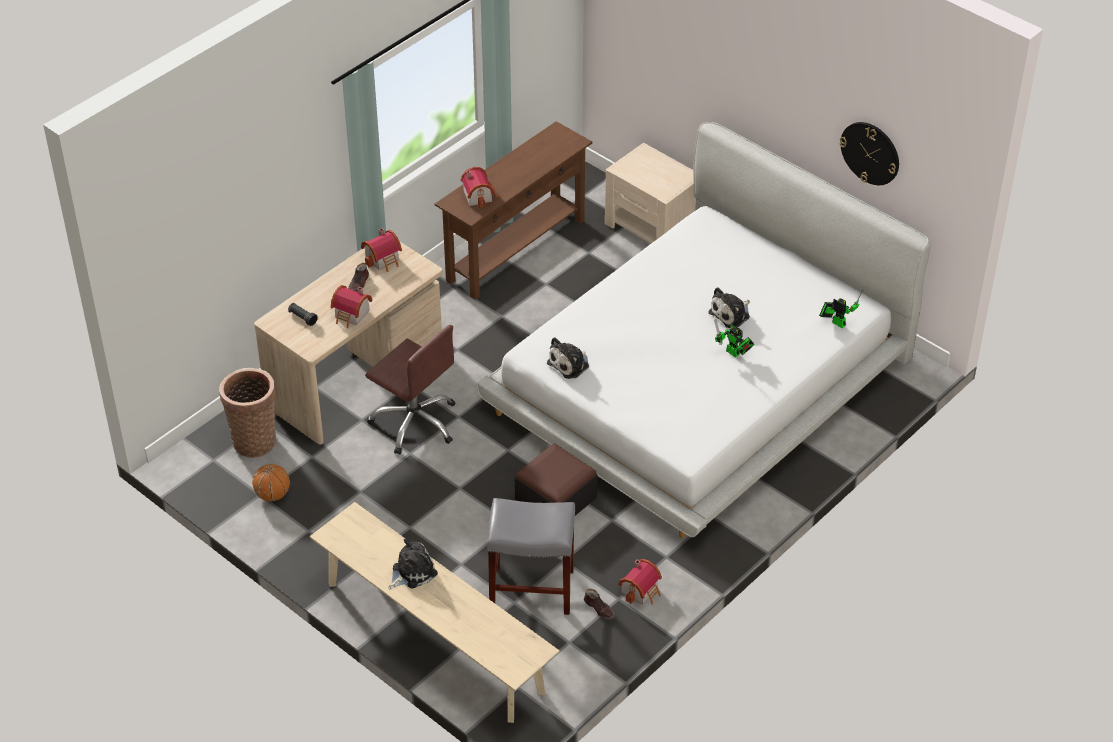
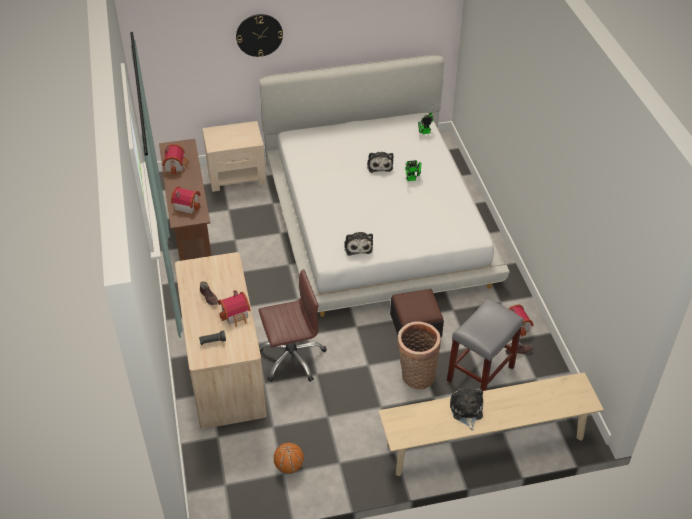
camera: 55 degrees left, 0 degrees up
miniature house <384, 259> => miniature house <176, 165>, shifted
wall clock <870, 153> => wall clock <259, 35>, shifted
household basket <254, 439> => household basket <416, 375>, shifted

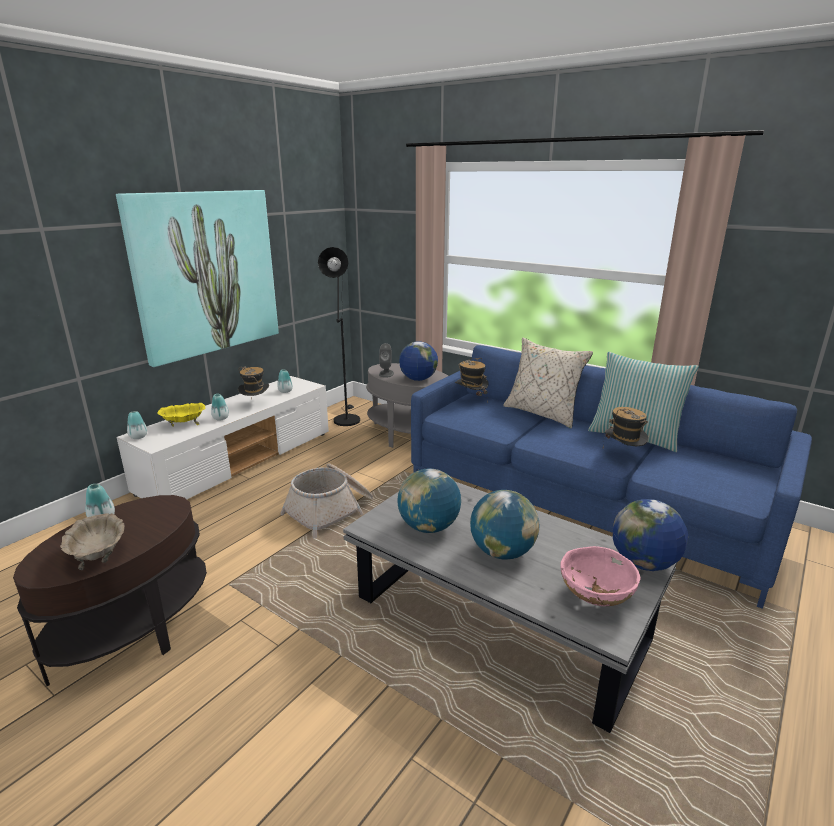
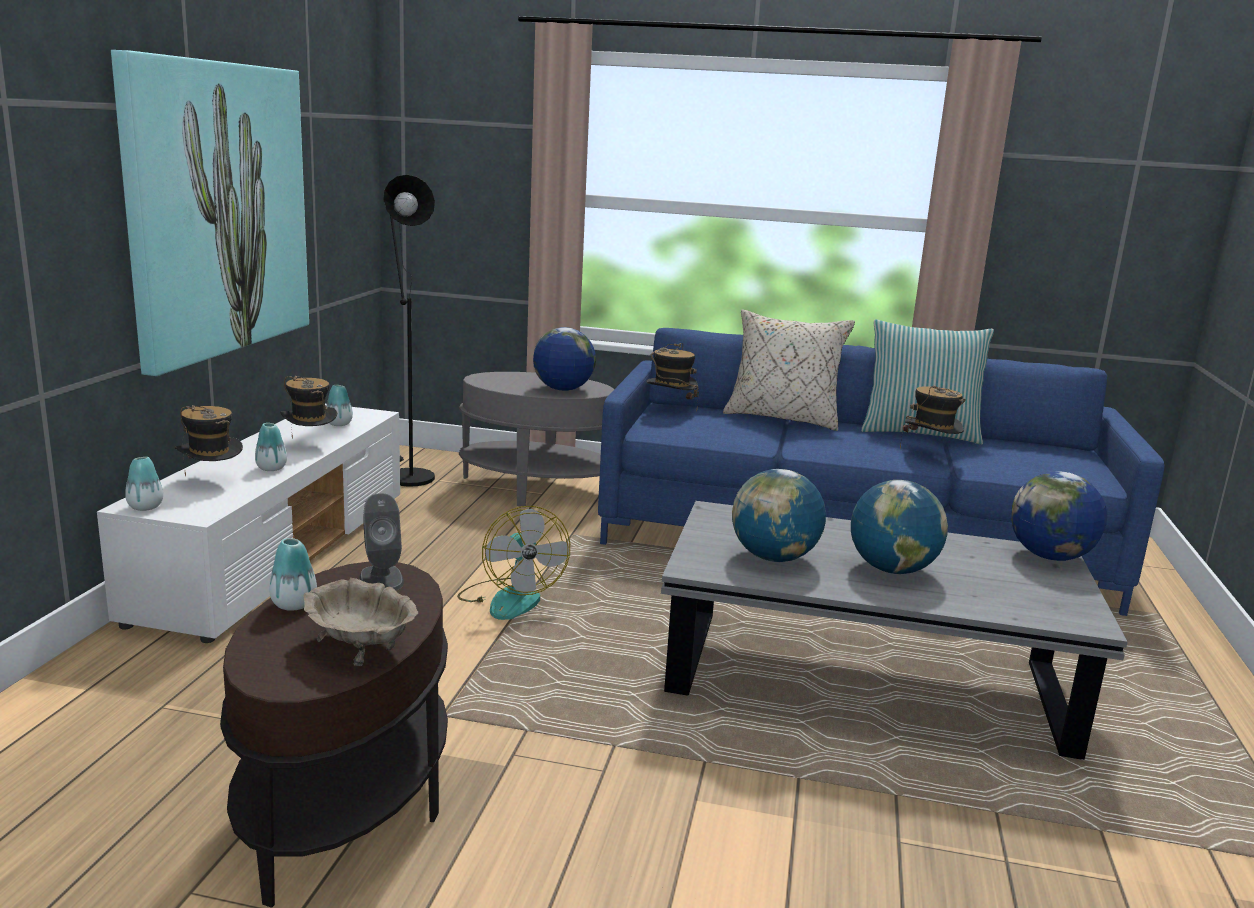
camera: 25 degrees left, 5 degrees down
bowl in yellowish <184, 424> => clothing hat <211, 482>
speaker in gray <386, 373> => speaker in gray <381, 579>, shifted
household basket <330, 510> => fan <510, 598>
bowl in pink <595, 597> => nothing

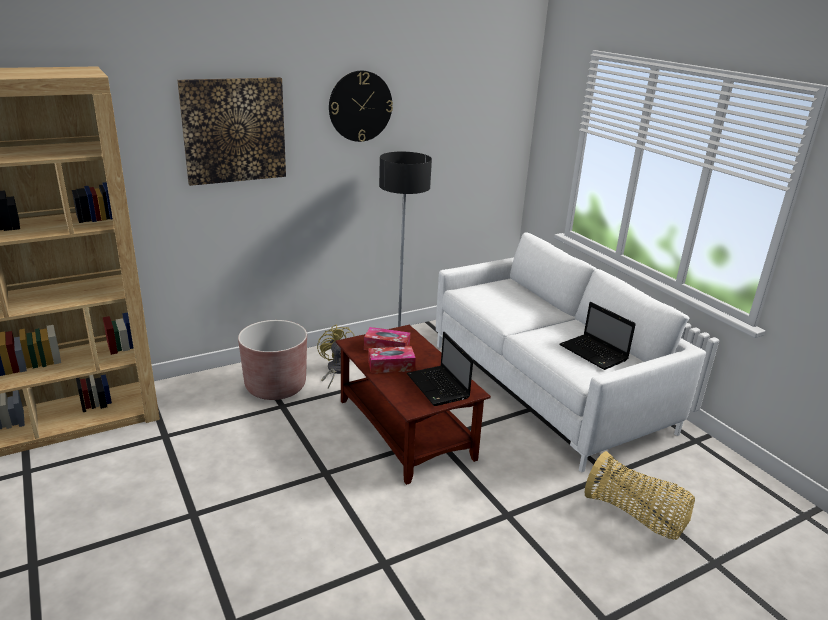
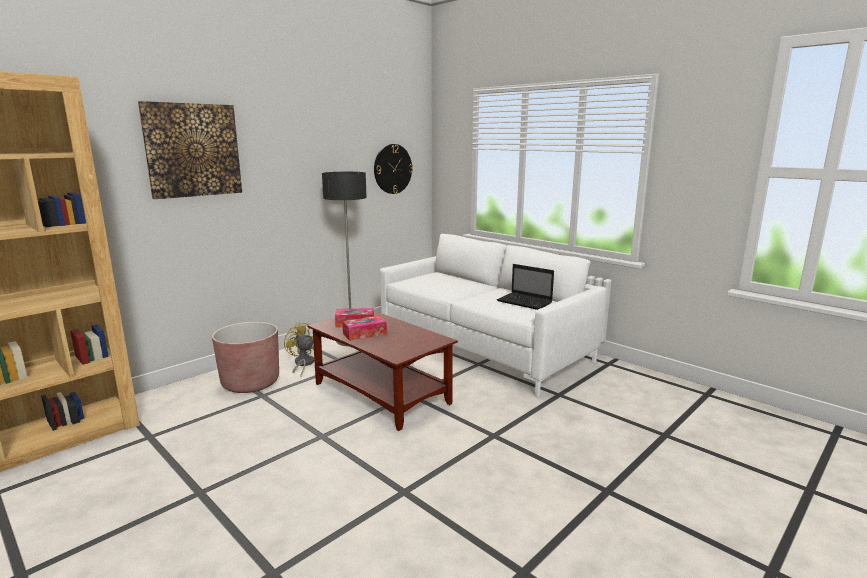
camera: 15 degrees left, 10 degrees down
wall clock <360, 106> => wall clock <392, 169>, shifted
portable computer <439, 387> => nothing
household basket <635, 516> => nothing

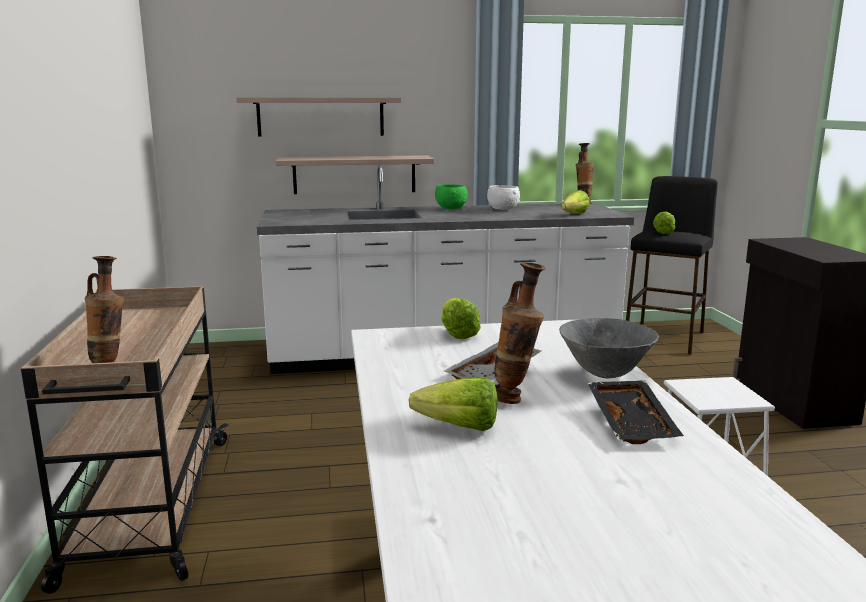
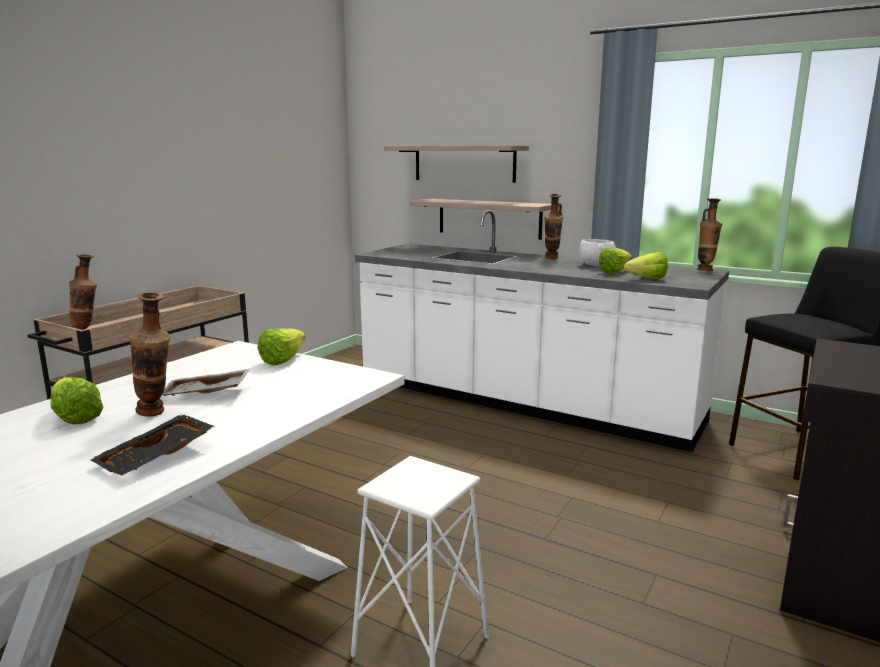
camera: 40 degrees right, 0 degrees up
bowl in green-coloured <451, 208> => flower vase <551, 258>
head of lettuce <662, 231> => head of lettuce <617, 272>, shifted
bowl in gray <605, 374> => nothing

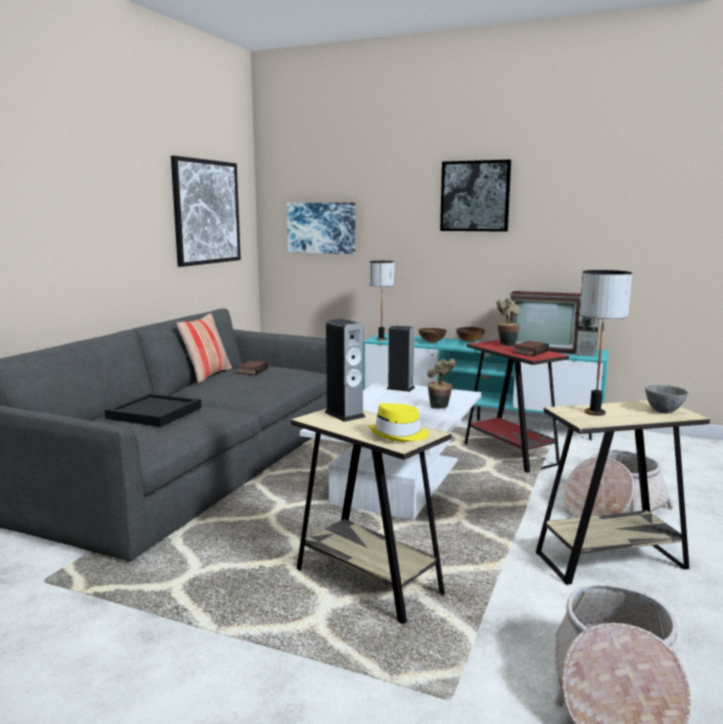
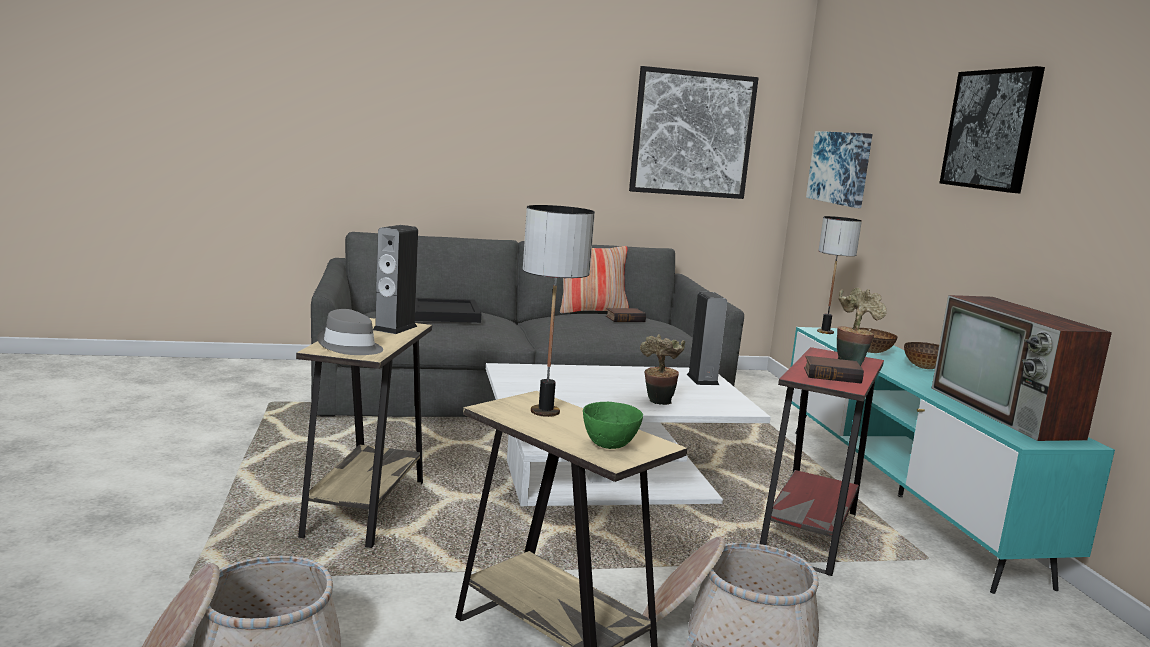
camera: 55 degrees right, 0 degrees up
clothing hat in yellowish <399, 435> => clothing hat in gray <350, 347>
bowl in gray <663, 411> => bowl in green-coloured <610, 446>

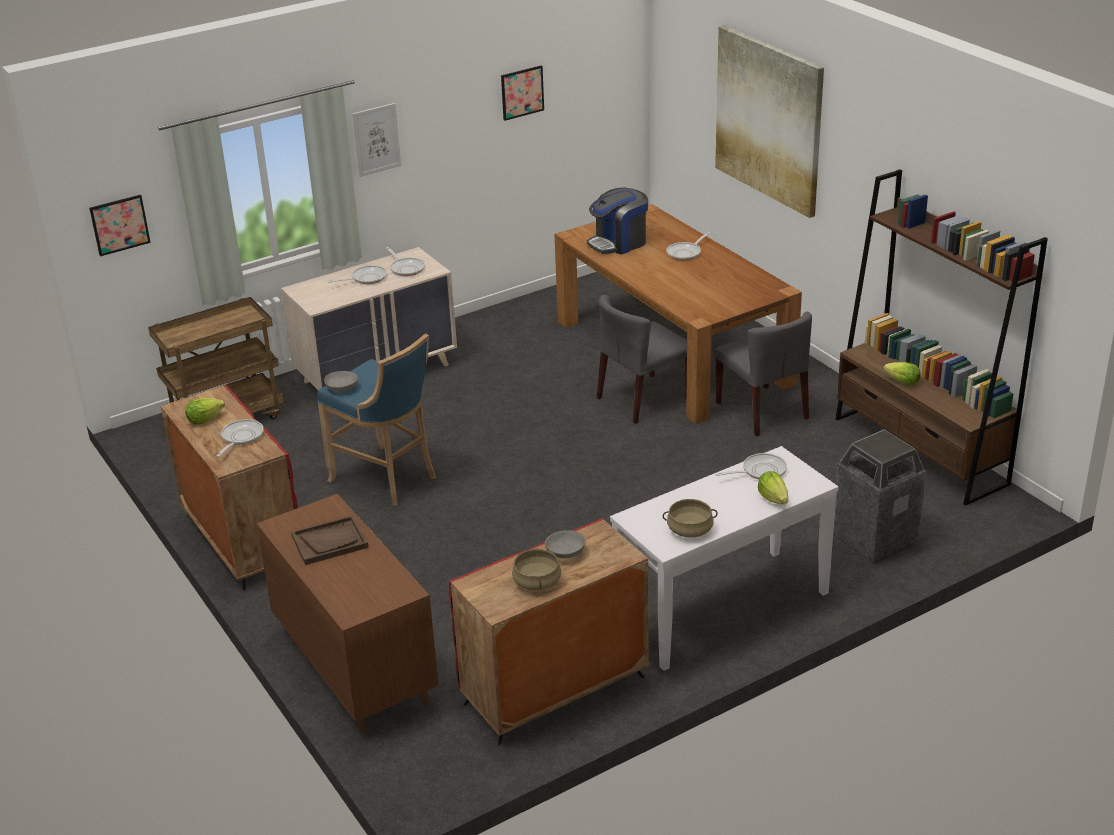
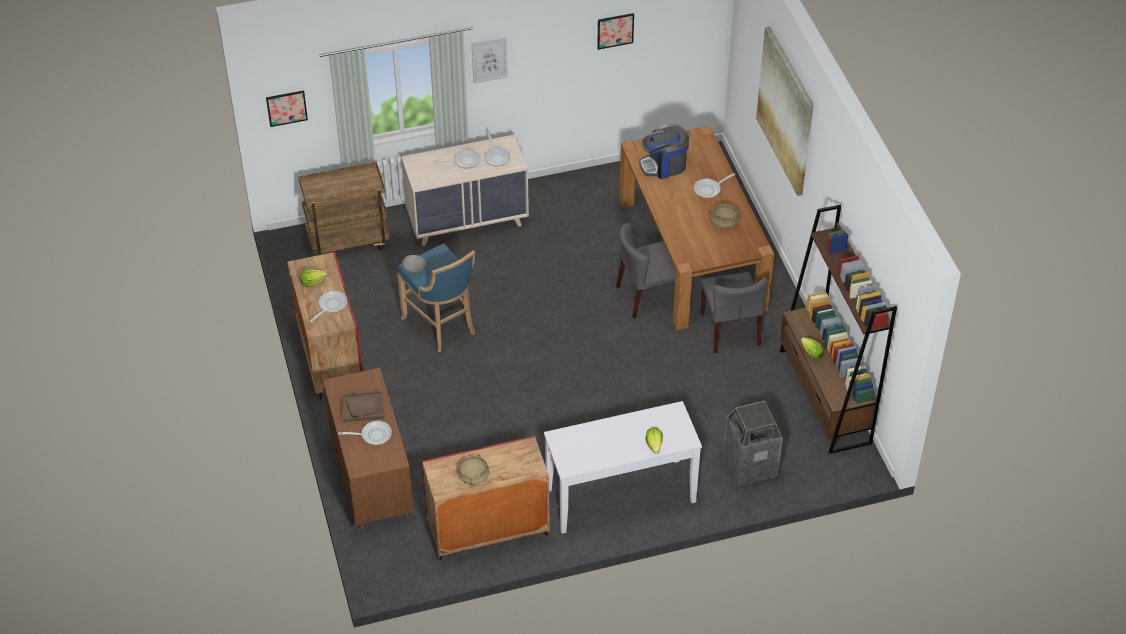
camera: 15 degrees right, 15 degrees up
skillet <760, 471> => skillet <373, 435>, shifted
stockpot in sand-coloured <690, 530> => stockpot in sand-coloured <724, 222>, shifted
bowl in gray <565, 553> => nothing

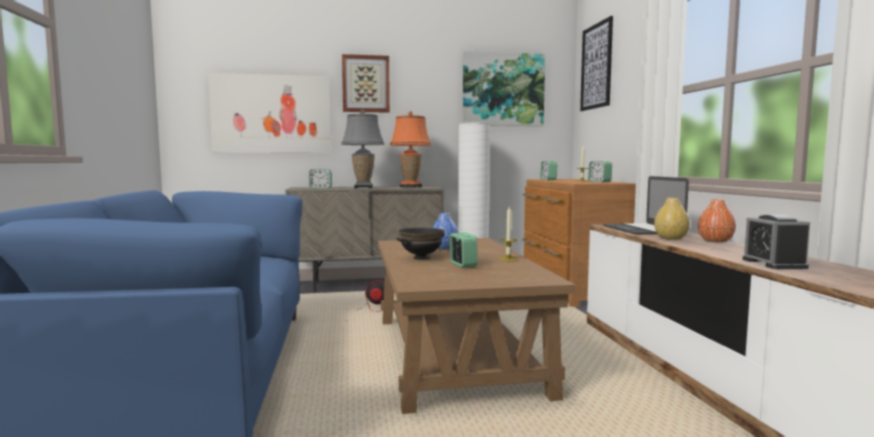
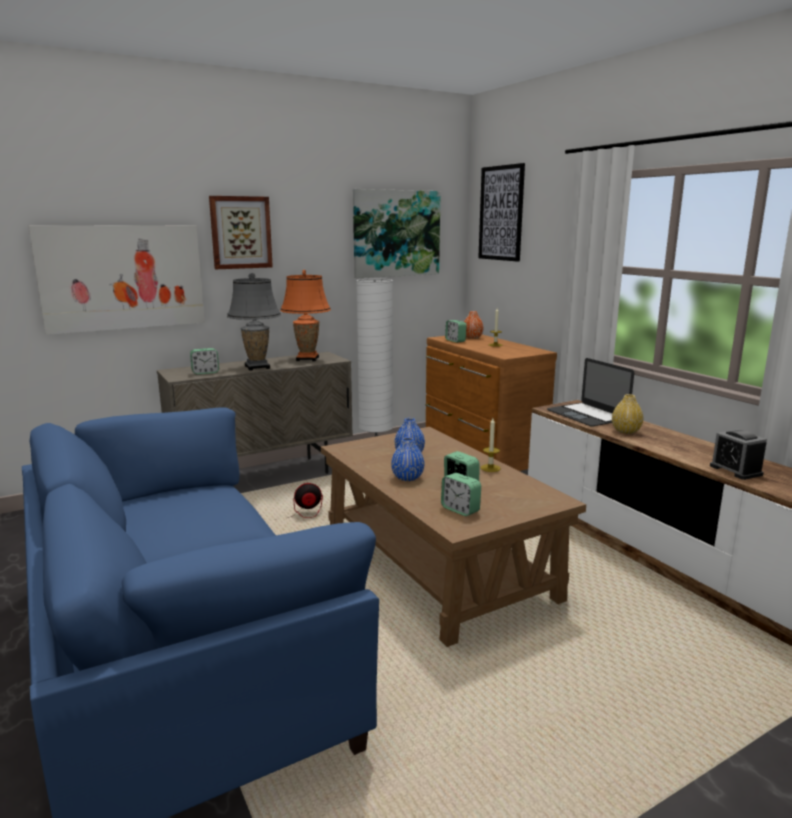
camera: 20 degrees left, 10 degrees up
bowl in black <421, 258> => flower vase in blue <407, 478>
table clock <599, 182> => table clock <460, 509>, shifted
flower vase in orange <715, 241> => flower vase in orange <472, 337>, shifted

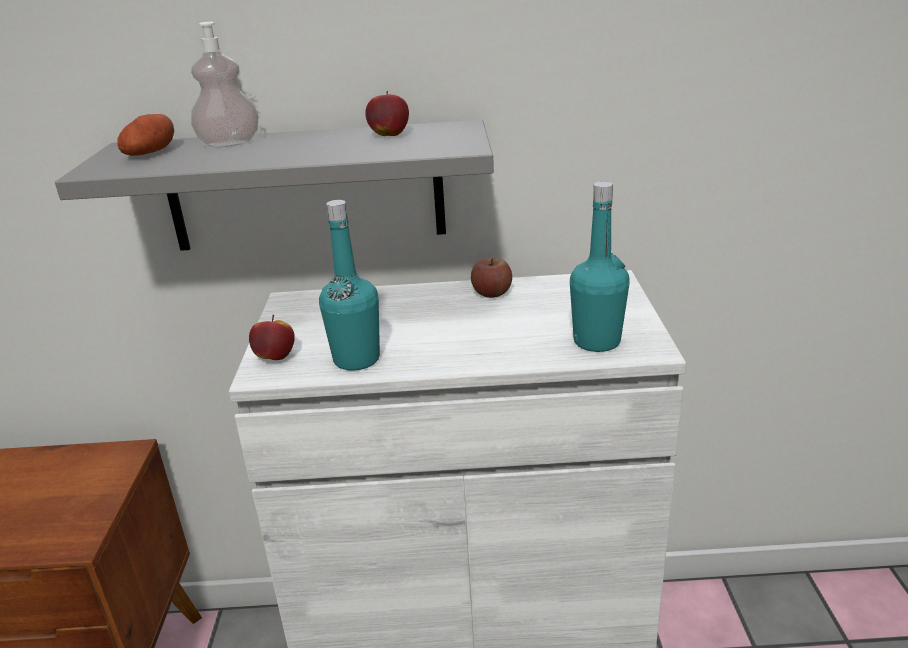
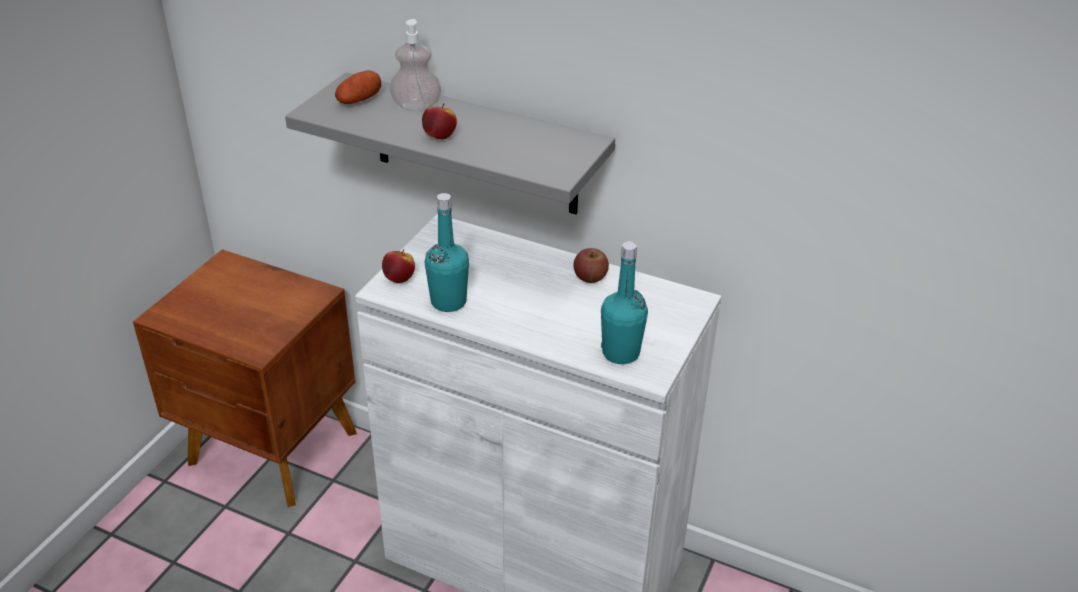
camera: 25 degrees right, 10 degrees up
apple <389, 135> => apple <439, 137>, shifted

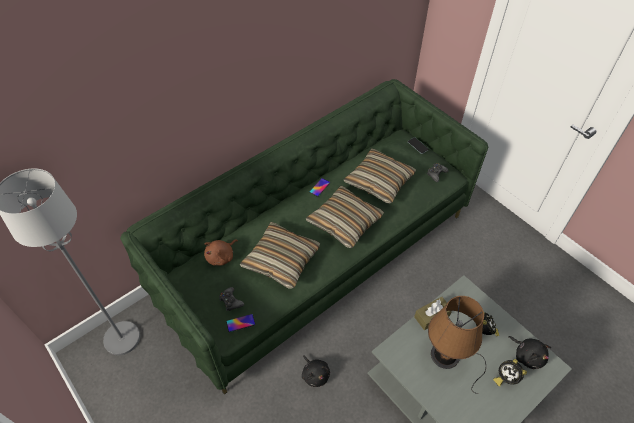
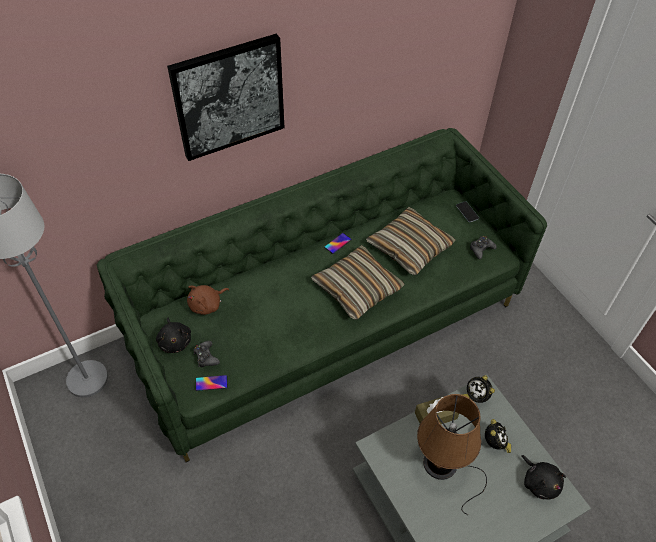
camera: 10 degrees right, 0 degrees up
cuddly toy in black <315, 374> => cuddly toy in black <175, 341>, shifted
nothing => picture <229, 97>
table clock <505, 377> => table clock <475, 397>, shifted
throw pillow <281, 260> => nothing

